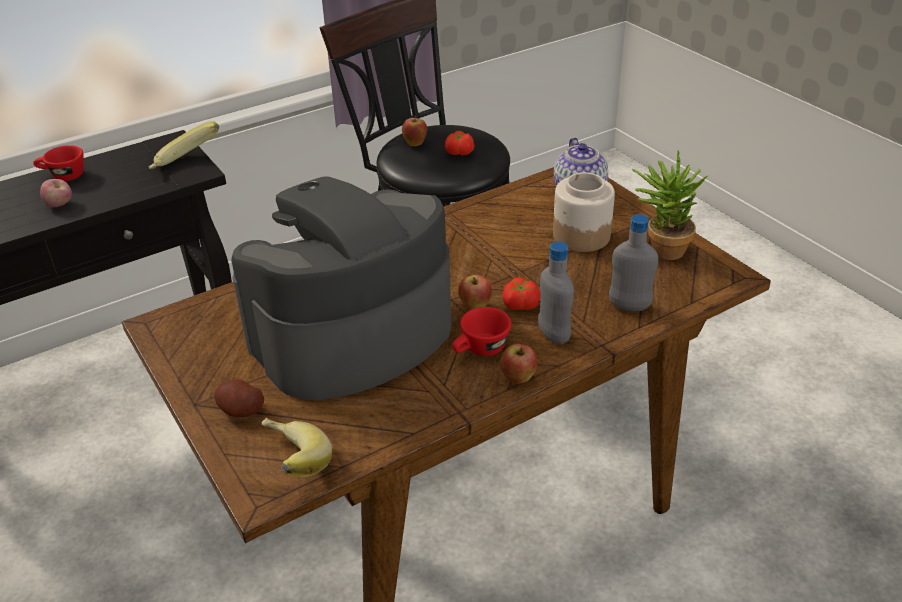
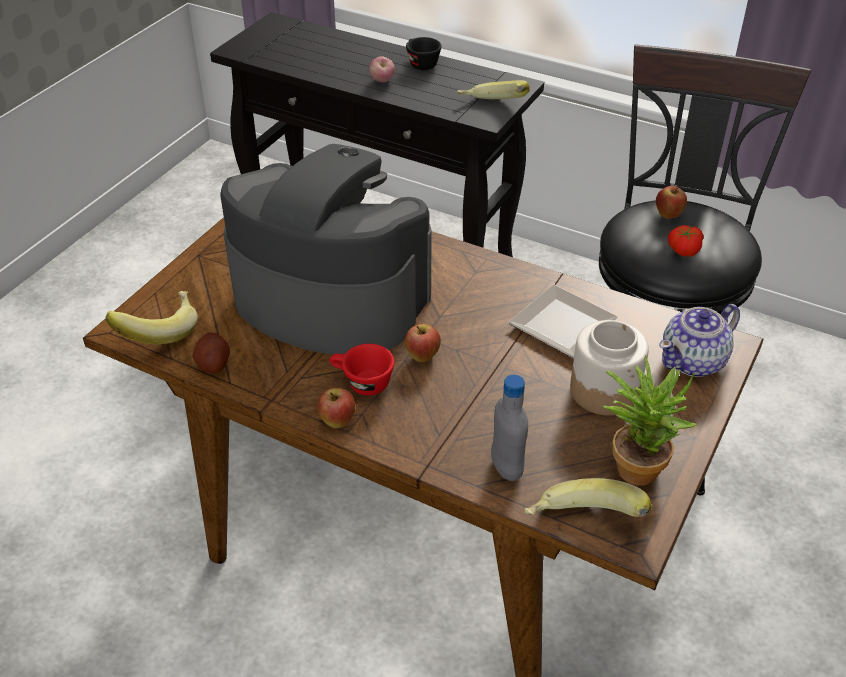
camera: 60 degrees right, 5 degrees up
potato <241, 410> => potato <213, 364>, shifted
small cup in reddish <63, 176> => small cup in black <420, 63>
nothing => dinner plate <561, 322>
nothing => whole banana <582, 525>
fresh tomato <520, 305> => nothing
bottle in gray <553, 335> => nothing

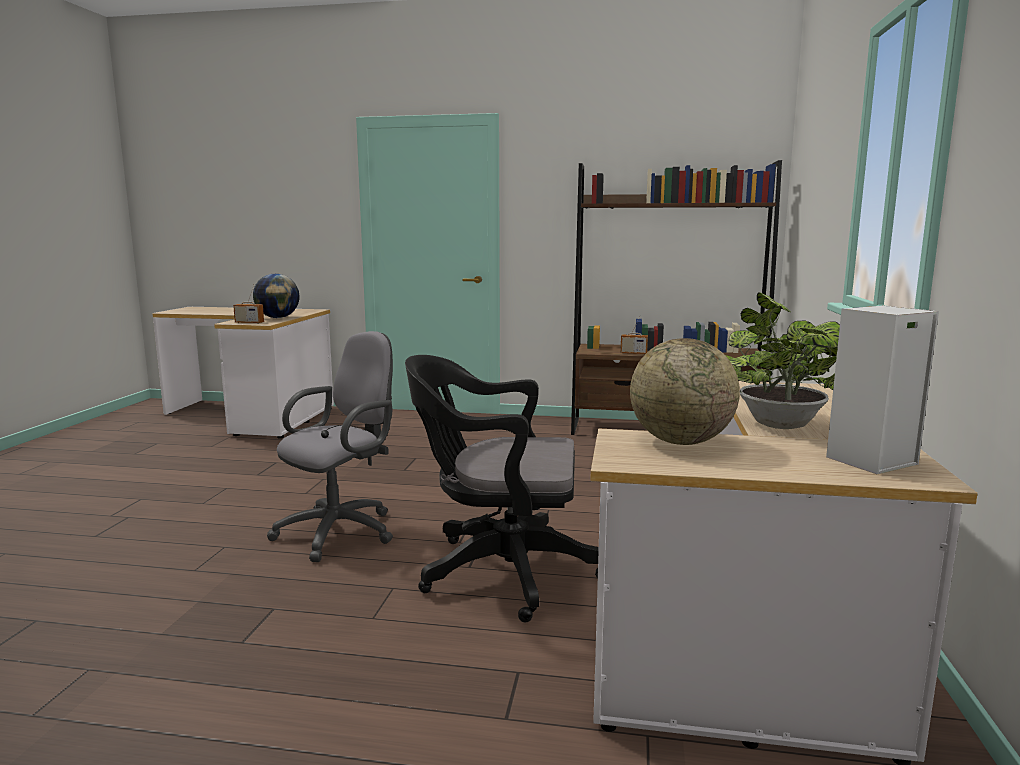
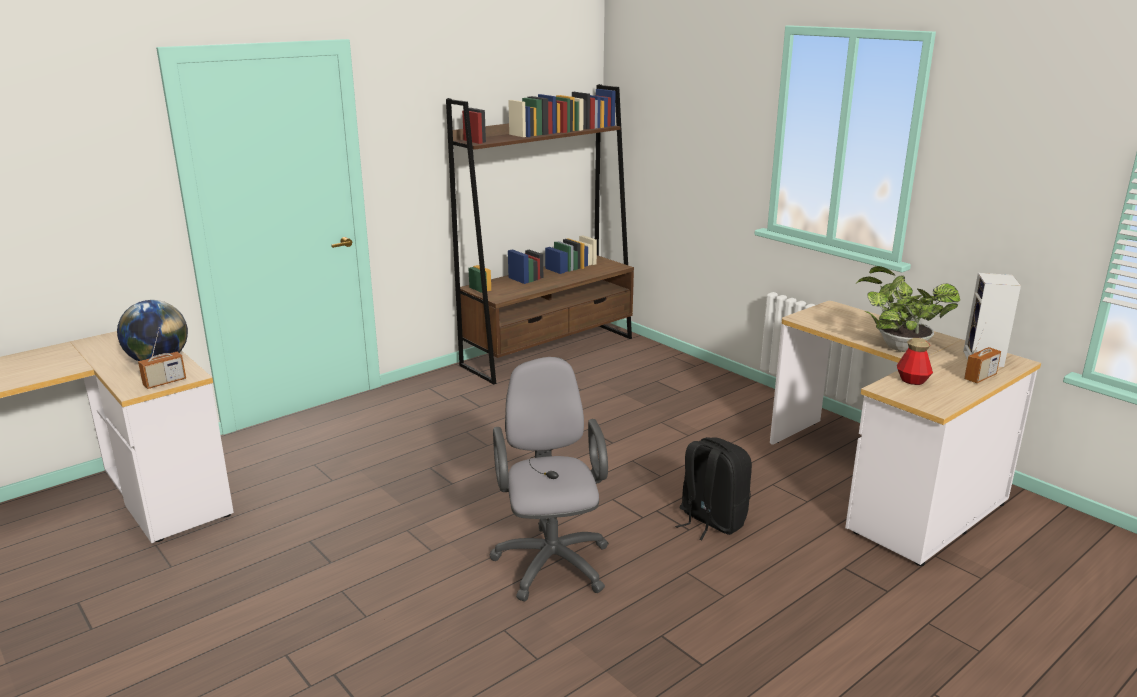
camera: 50 degrees left, 10 degrees up
office chair in black <500, 571> => knapsack in black <710, 521>
globe <680, 442> => bottle <912, 381>
radio receiver <633, 353> => radio receiver <980, 377>, shifted

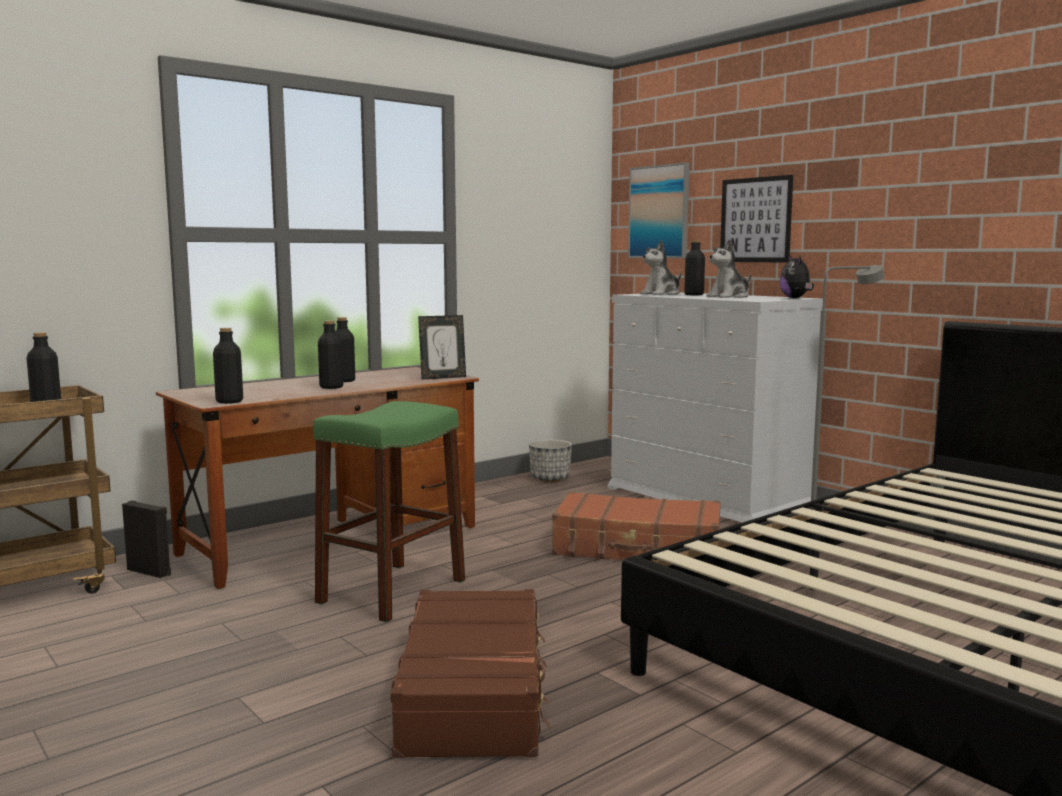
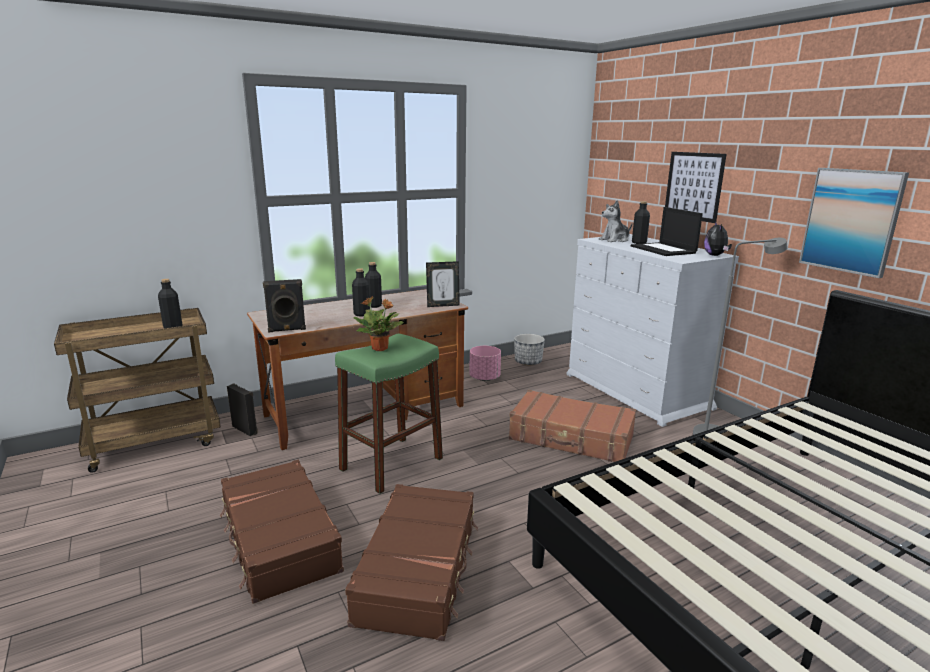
camera: 10 degrees right, 10 degrees up
nothing => piece of luggage in brownish <279, 540>
bottle in black <229, 401> => speaker in black <287, 330>
nothing => potted plant <380, 348>
nothing => flower pot in pink <484, 378>
cuddly toy <729, 297> => portable computer <664, 250>
picture <659, 212> => picture <851, 221>, shifted

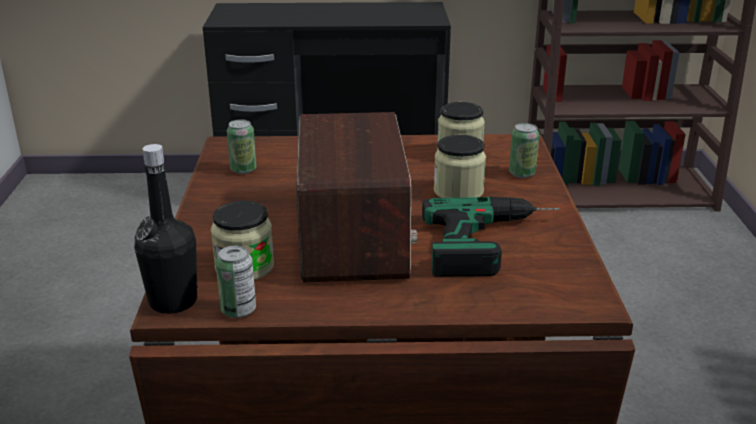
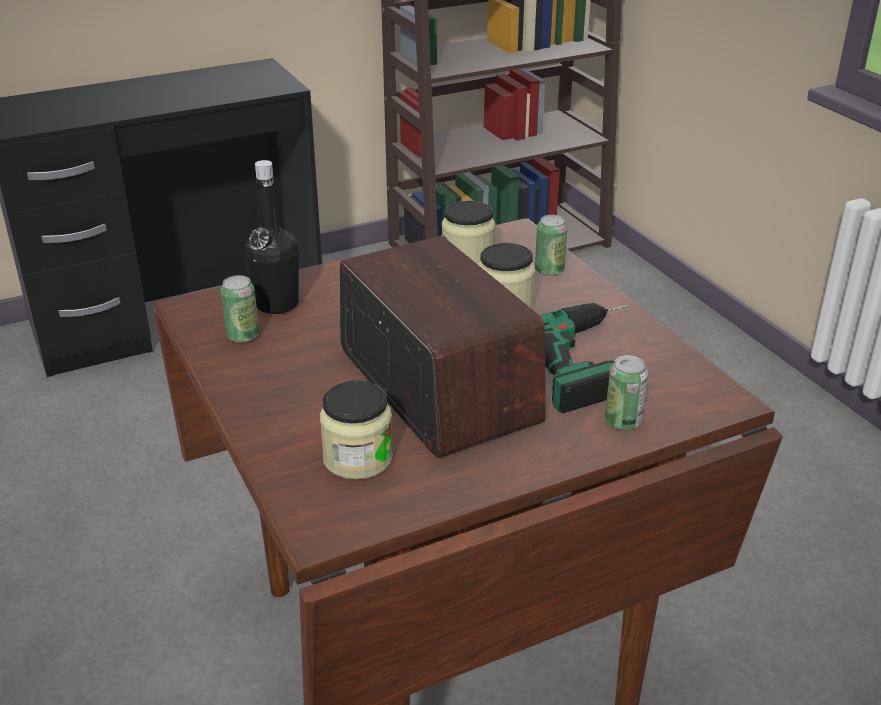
camera: 25 degrees left, 5 degrees up
bottle in black <173, 301> => bottle in black <277, 304>, shifted
can <238, 310> => can <623, 421>, shifted

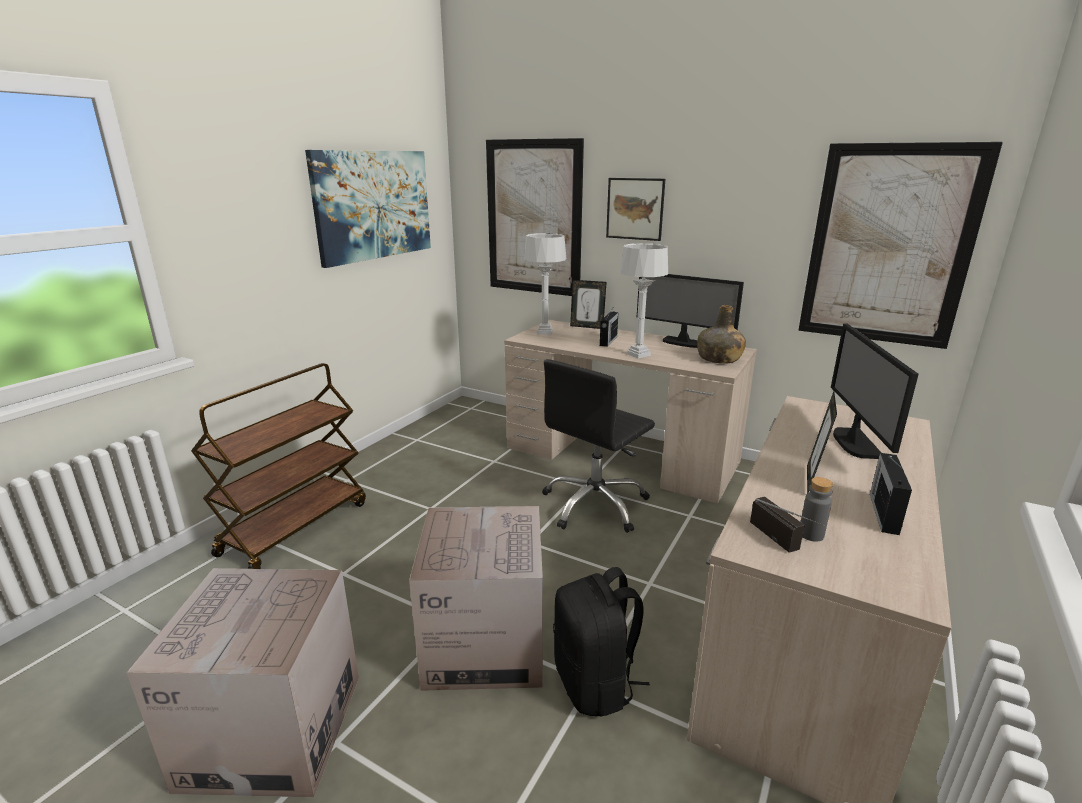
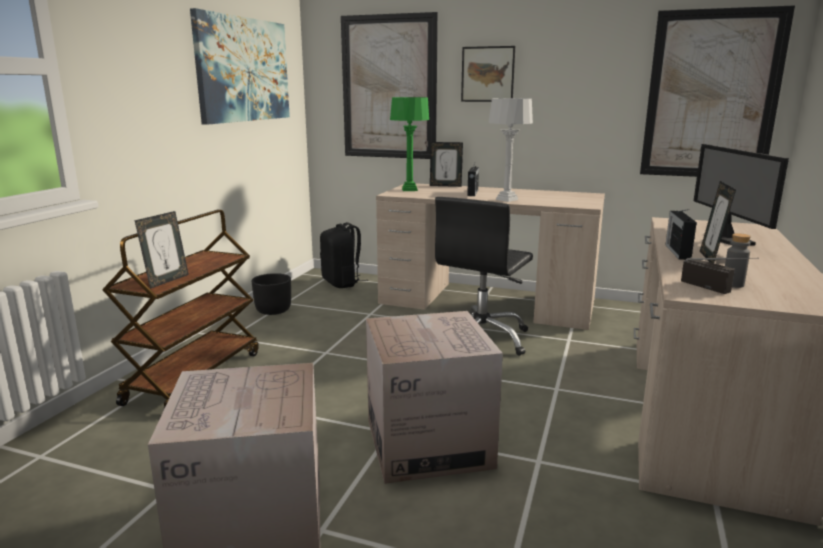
camera: 10 degrees left, 5 degrees down
nothing => photo frame <167, 280>
nothing => flower pot in black <273, 310>
knapsack in black <595, 684> => knapsack in black <342, 283>, shifted
lamp for a table in gray <544, 332> => lamp for a table in green-coloured <409, 190>
radio receiver <884, 512> => radio receiver <677, 252>, shifted
monitor <683, 343> => nothing
bottle in green-coloured <719, 359> => nothing

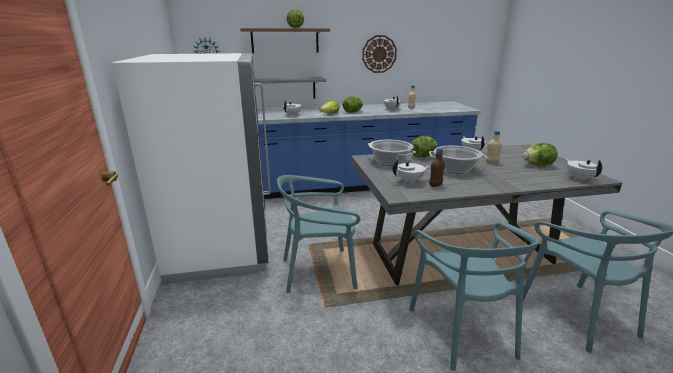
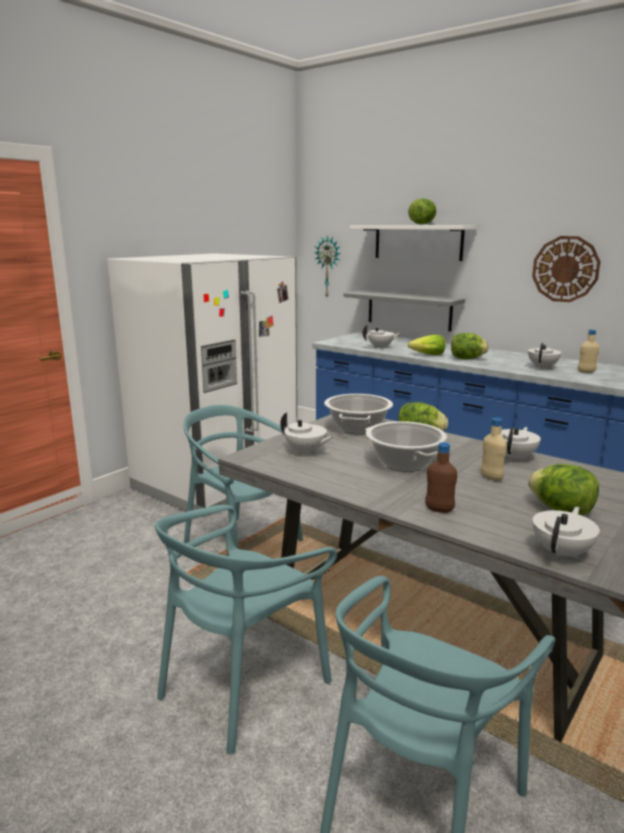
camera: 50 degrees right, 5 degrees down
wall shelf in brownish <285, 40> => wall shelf in whitish <418, 242>
bottle in brownish <435, 185> => bottle in brownish <439, 510>, shifted

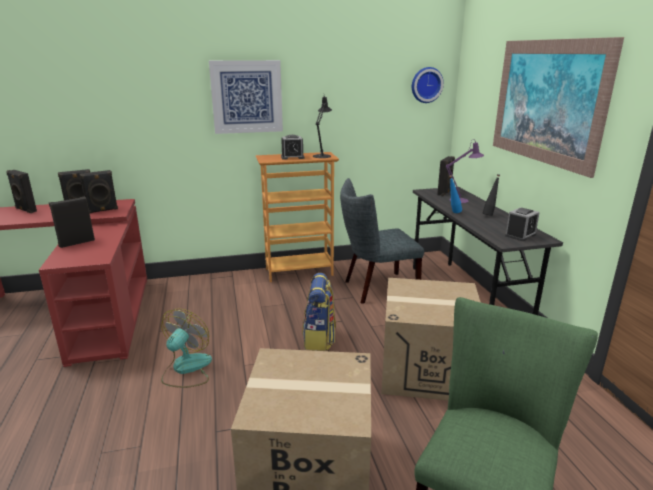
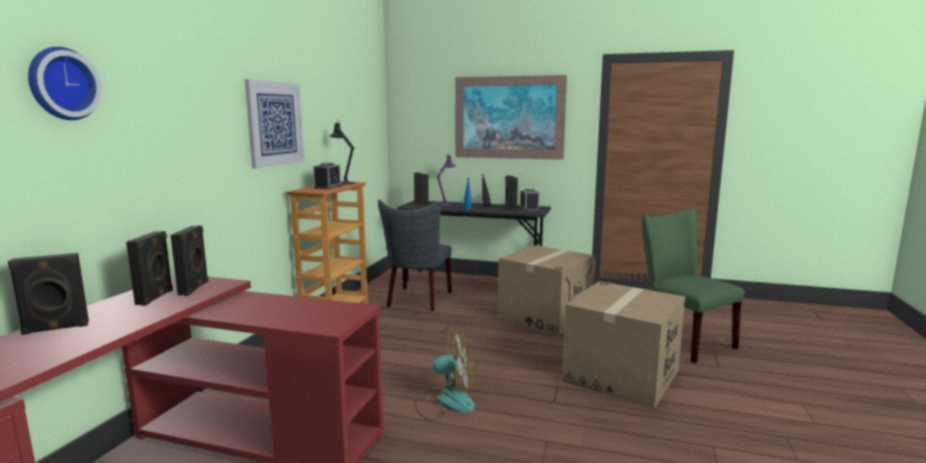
camera: 60 degrees left, 10 degrees down
wall clock <426, 85> => wall clock <61, 84>, shifted
fan <186, 369> => fan <445, 402>, 135 degrees clockwise
speaker in black <76, 242> => speaker in black <510, 209>, shifted
knapsack <319, 338> => nothing

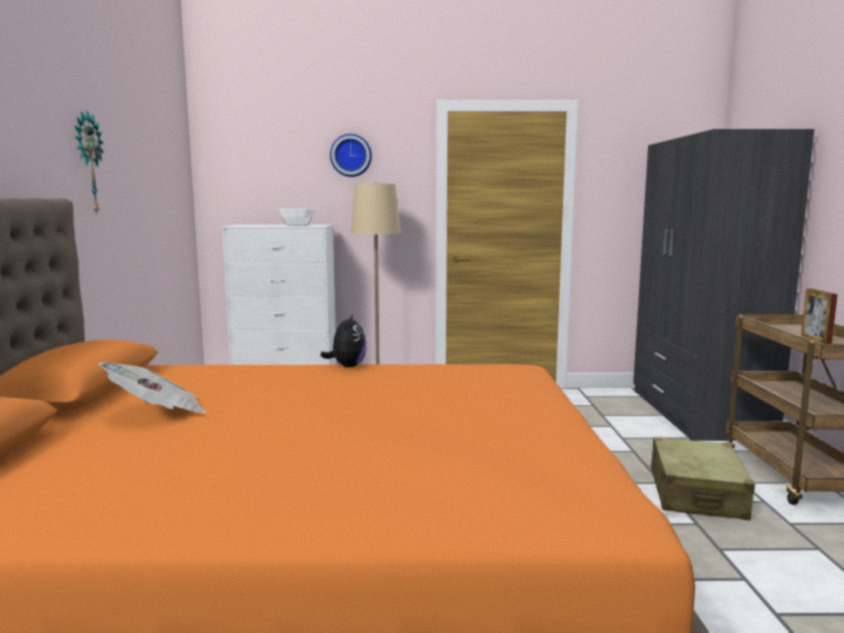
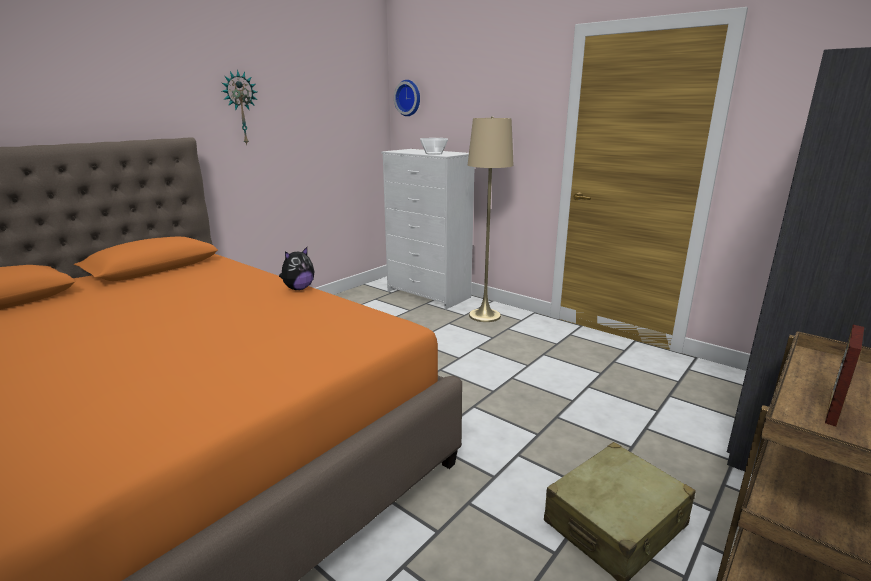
camera: 40 degrees right, 10 degrees up
wall clock <351, 155> => wall clock <409, 98>, shifted
daily paper <158, 413> => nothing

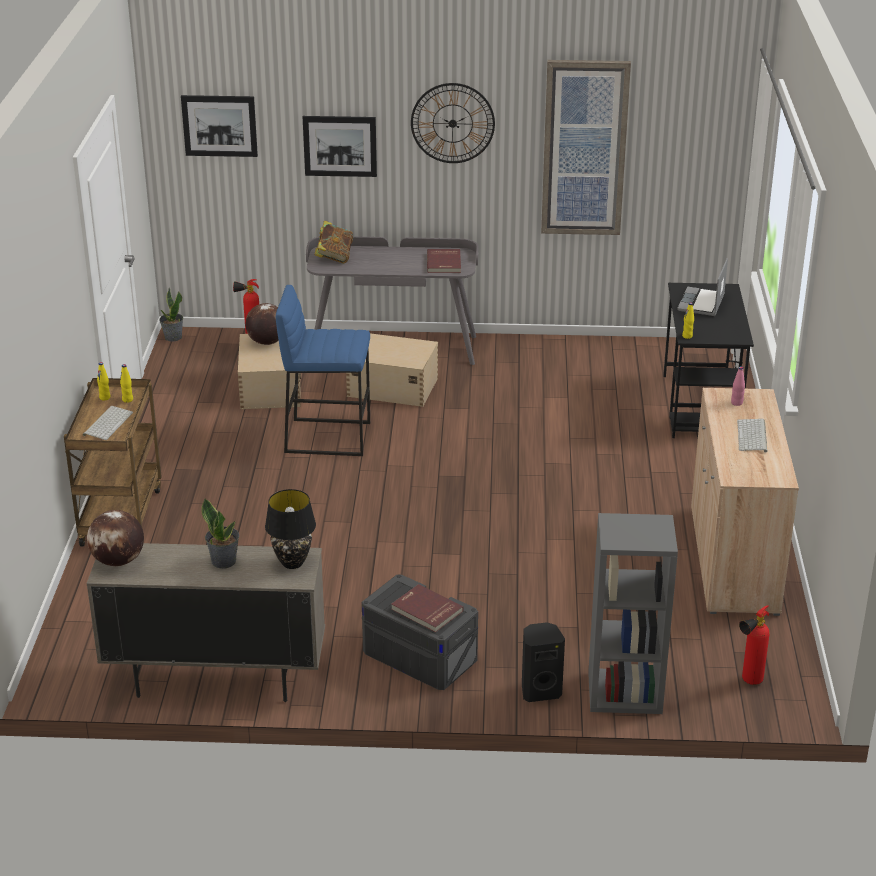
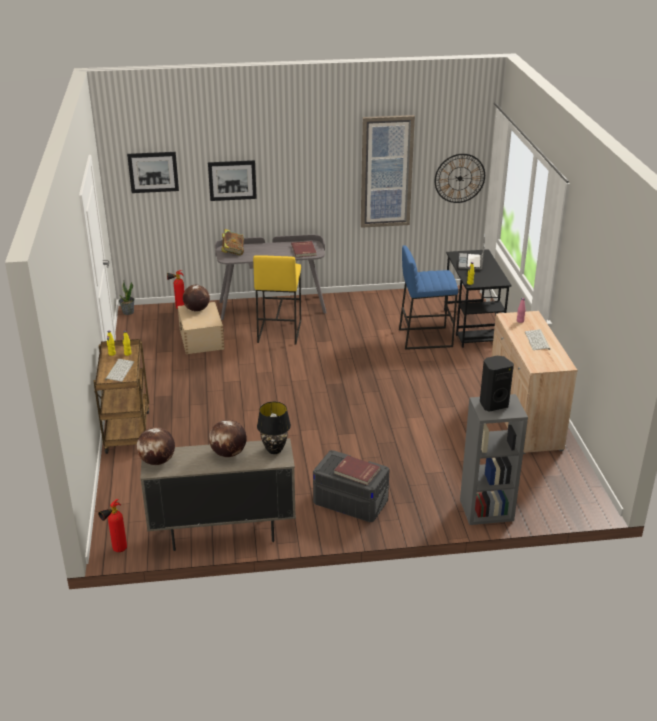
camera: 10 degrees left, 0 degrees up
fire extinguisher <748, 682> => fire extinguisher <117, 550>, shifted
potted plant <224, 561> => globe <228, 453>
storage bin in sand-coloured <392, 386> => stool in yellowish <279, 331>
stool in blue <328, 437> => stool in blue <425, 338>, shifted
wall clock <452, 123> => wall clock <459, 178>, shifted
speaker in black <540, 691> => speaker in black <493, 404>, shifted

